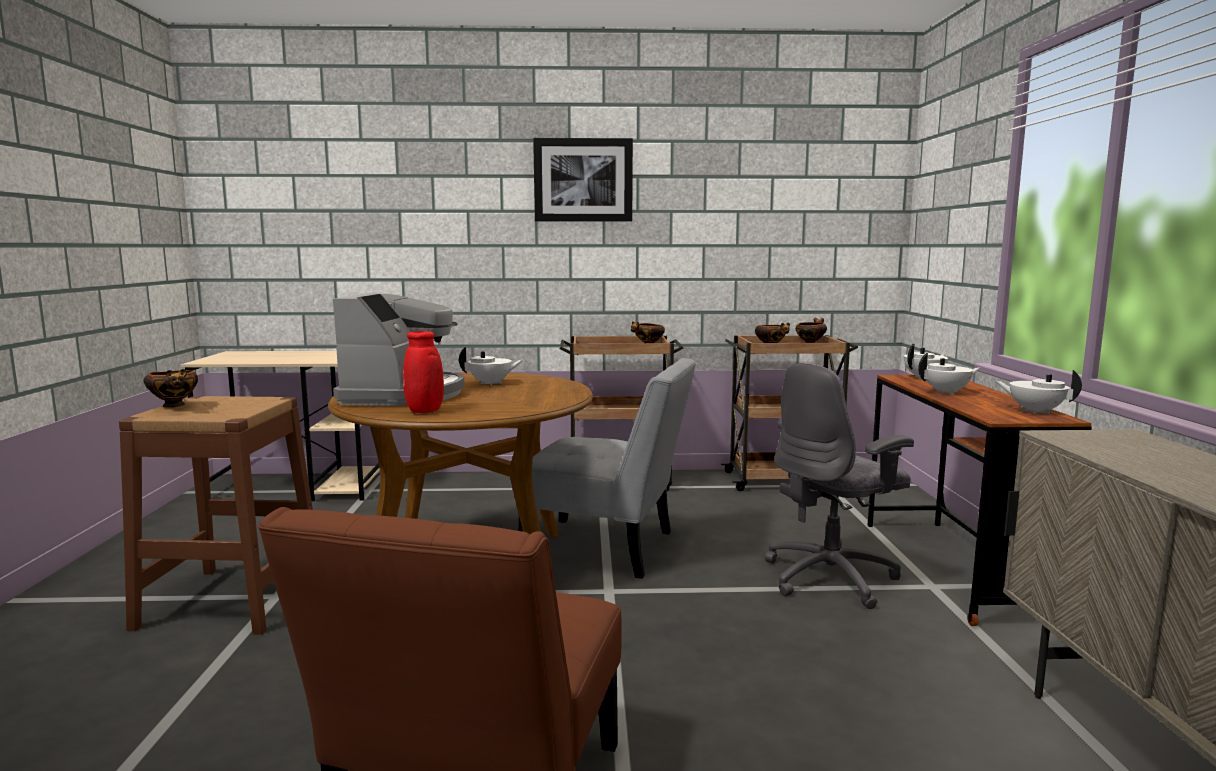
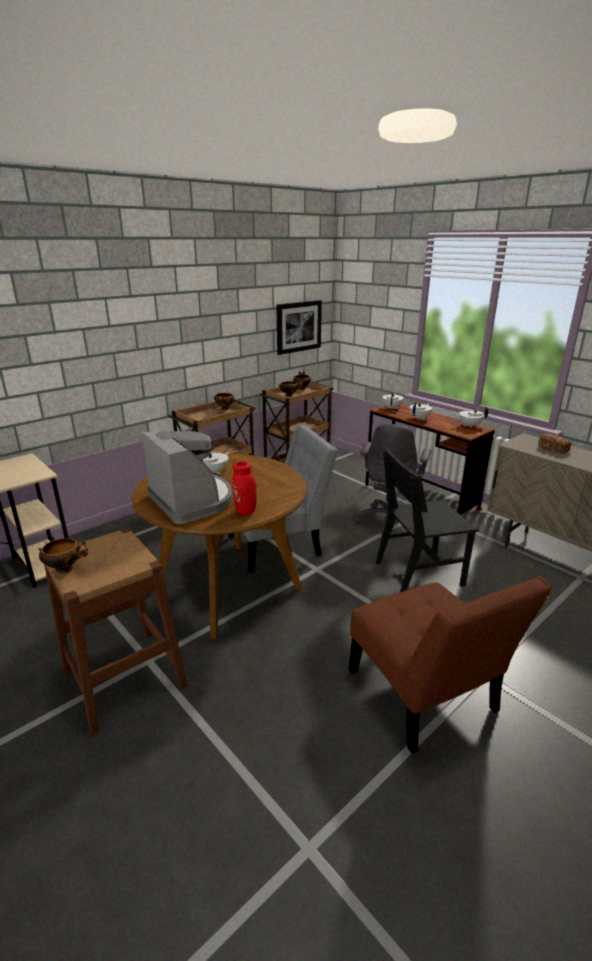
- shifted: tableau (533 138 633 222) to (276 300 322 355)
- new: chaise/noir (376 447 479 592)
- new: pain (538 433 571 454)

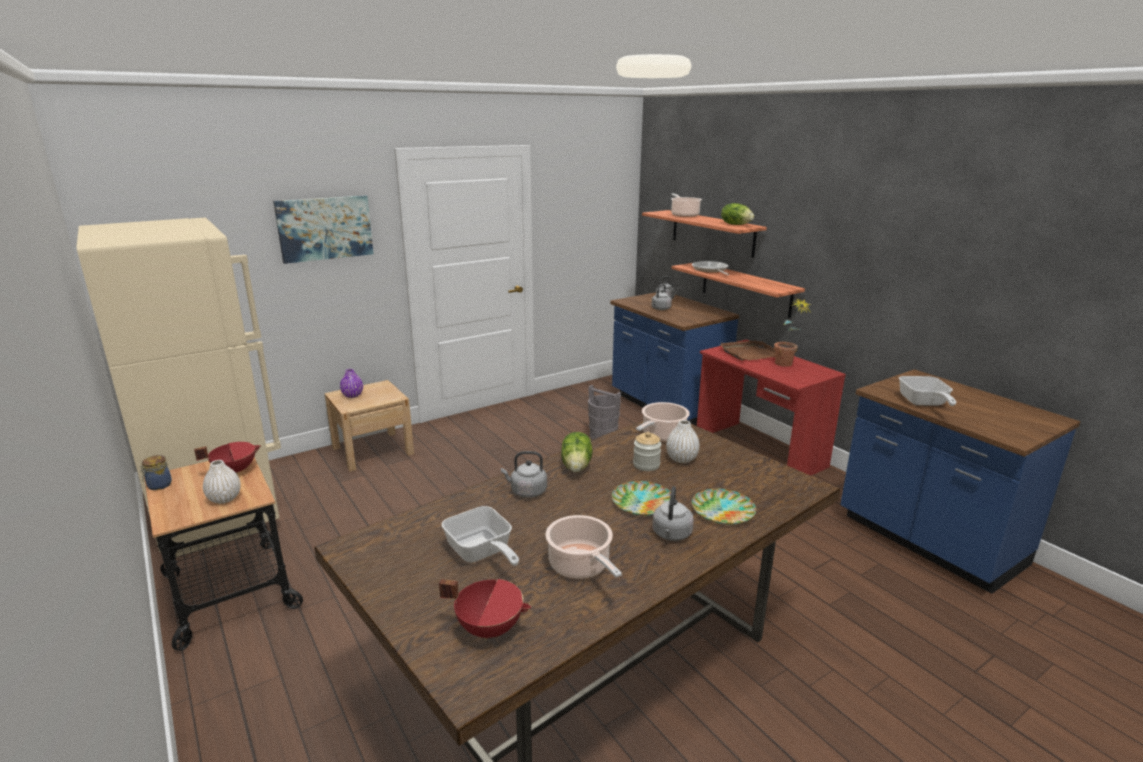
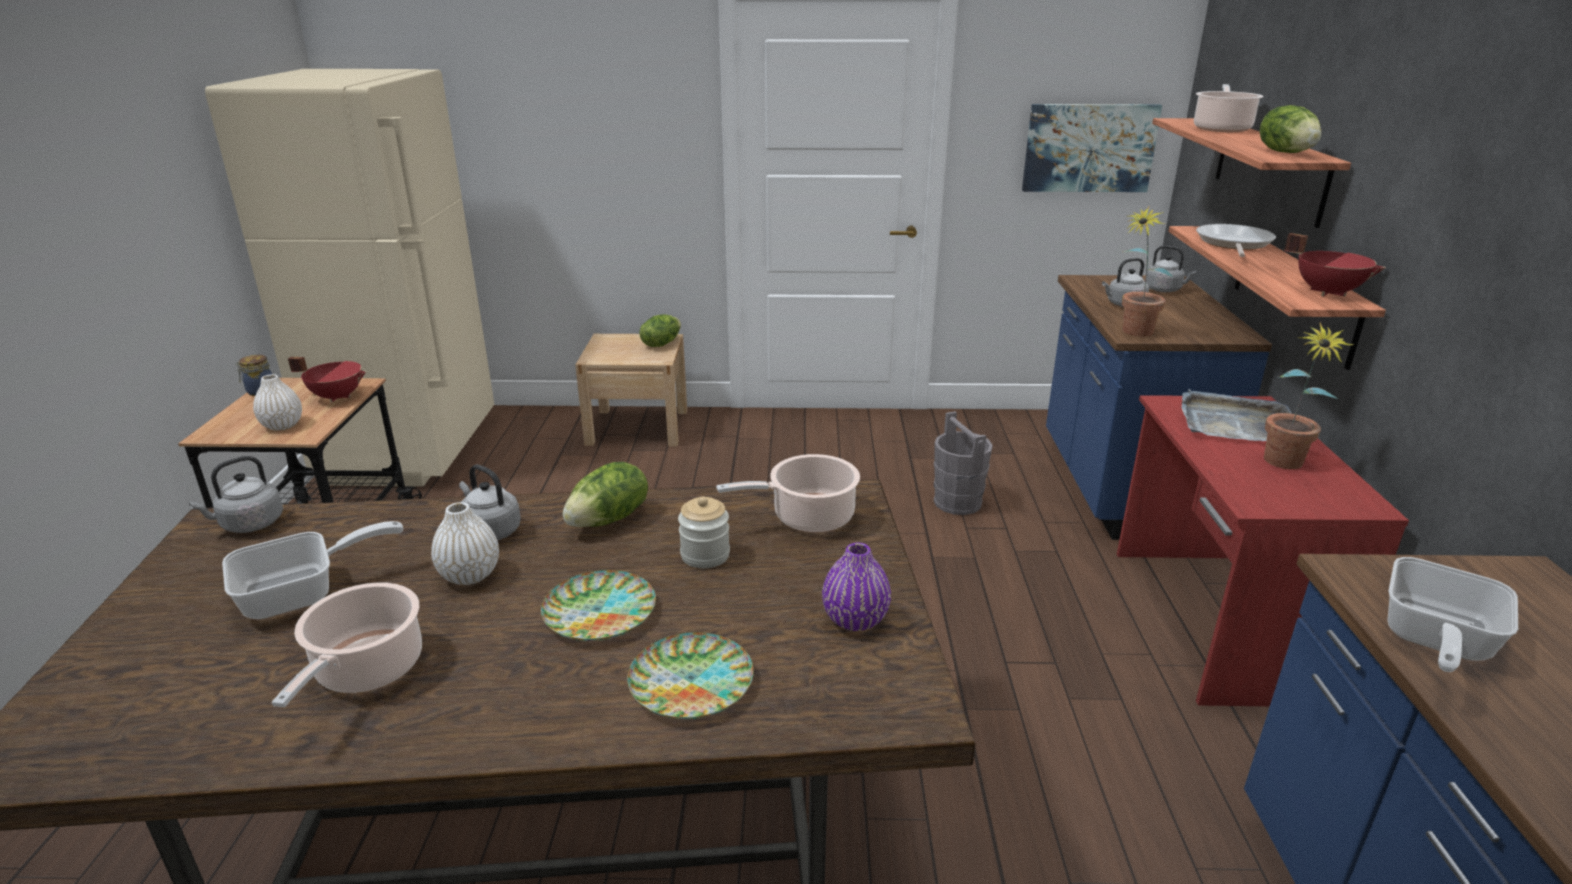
- shifted: tableau (273 195 374 264) to (1022 104 1162 192)
- shifted: vase/violet (340 369 363 398) to (822 543 891 631)
- shifted: marmite/rouge (439 579 532 641) to (1284 233 1386 296)
- rotated: poêle (441 506 519 566) = (222 521 403 619) 120 degrees counterclockwise
- shifted: bouilloire/gris (652 486 694 541) to (189 456 283 533)
- shifted: vase/blanc (666 420 700 463) to (431 502 499 585)
- repainted: plateau/marron (720 340 775 360) to plateau/gris (1182 389 1292 441)
- new: laitue (639 314 681 347)
- new: plante en pot (1122 206 1173 336)

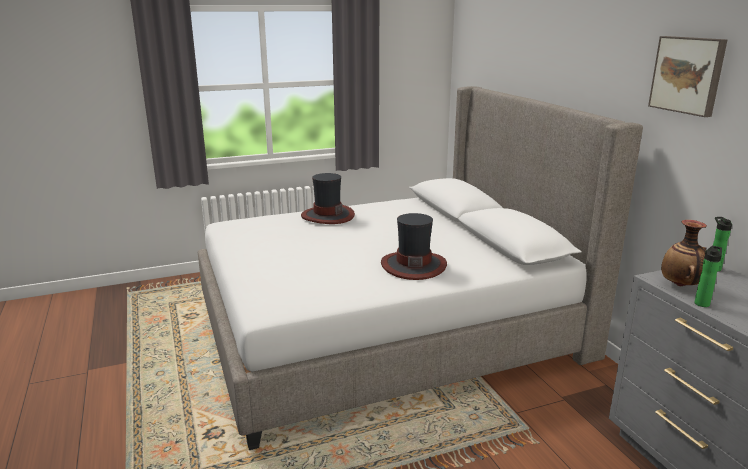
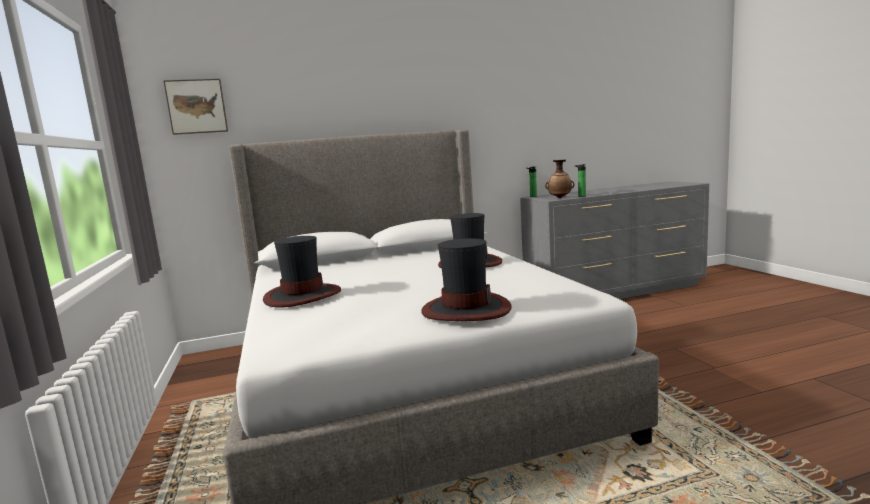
- shifted: tableau (648 36 728 117) to (163 79 228 135)
- new: chapeau (422 238 512 321)

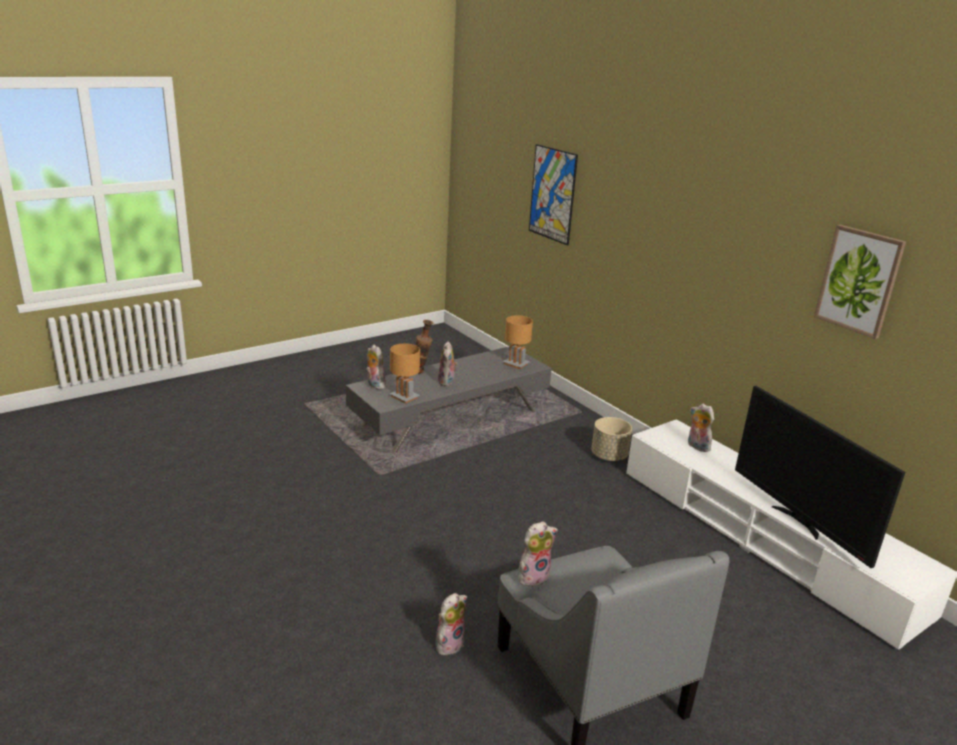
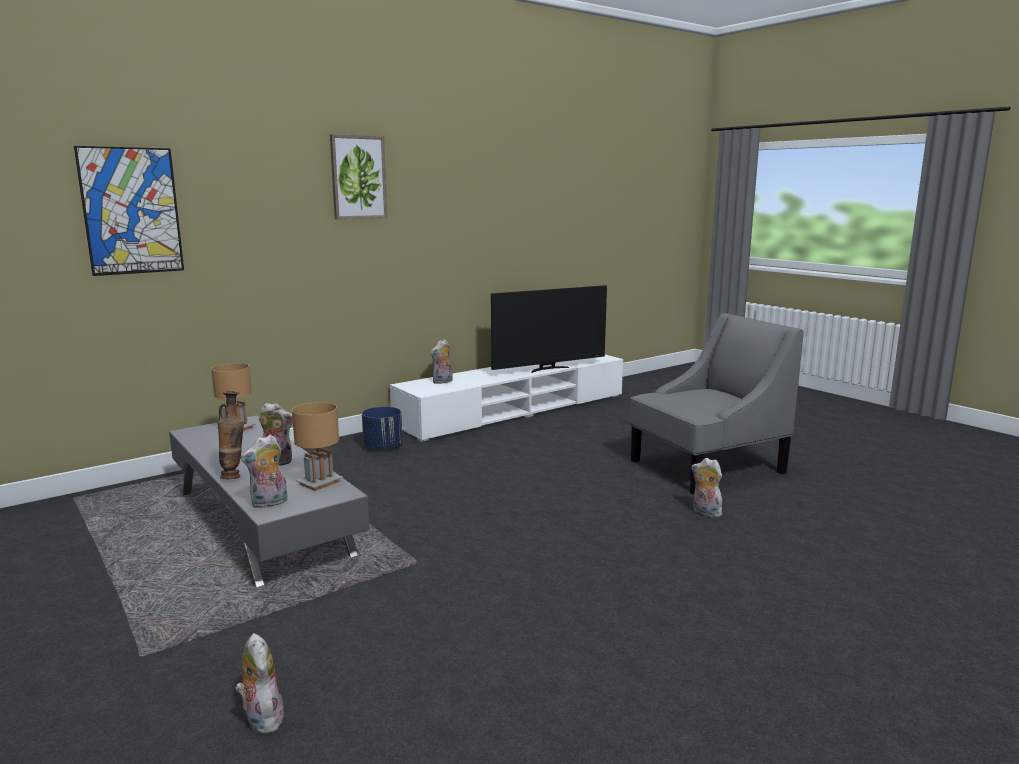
- shifted: peluche (518 521 558 586) to (235 633 286 734)
- repainted: cache-pot/beige (591 417 632 461) to cache-pot/bleu (362 407 403 450)
- shifted: tableau (814 225 906 339) to (330 134 388 220)

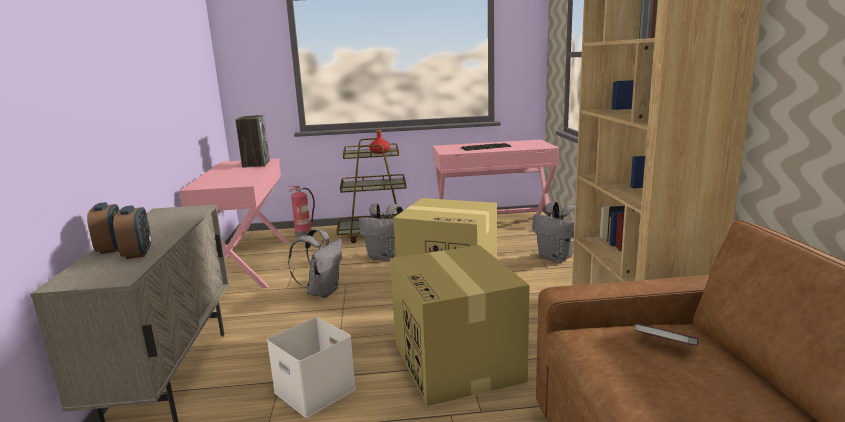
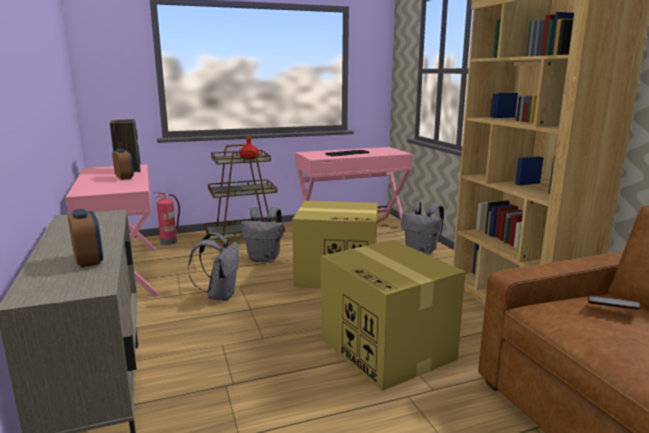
- shifted: réveil (87 202 119 254) to (112 149 134 180)
- gone: boîte de rangement/blanc (267 317 356 418)

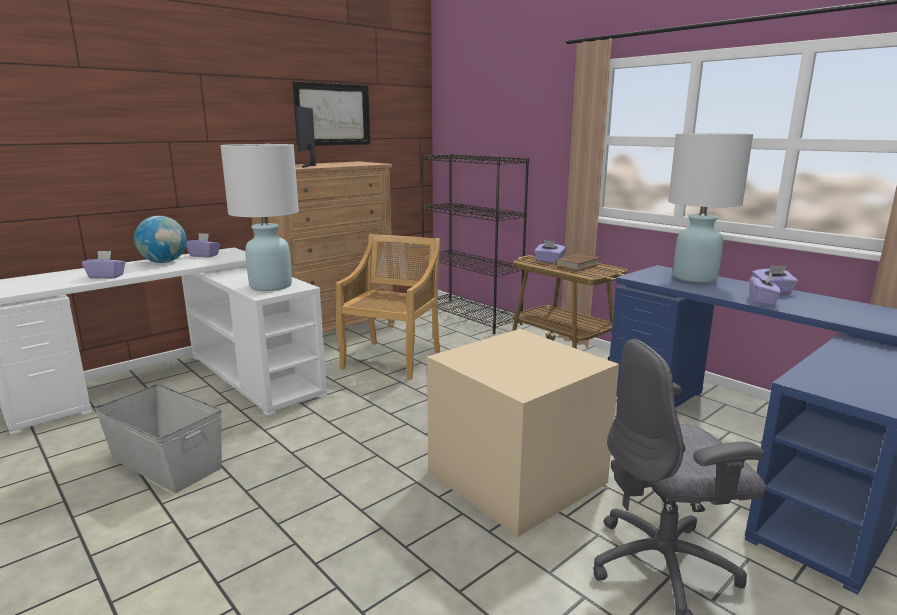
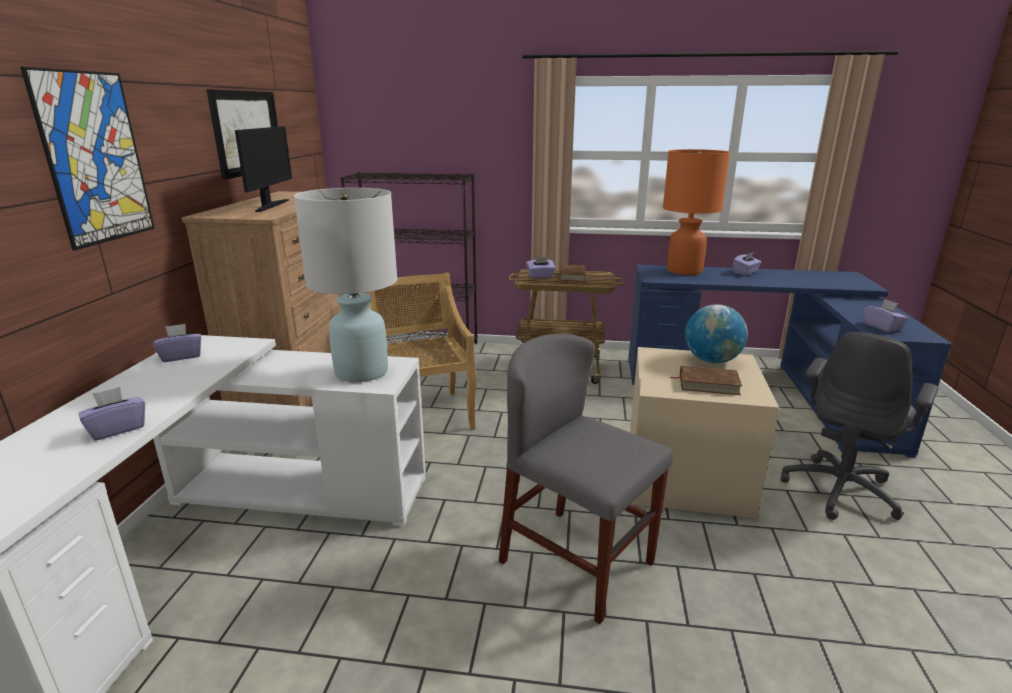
- gone: boîte de rangement/gris (94 384 222 493)
- shifted: globe (134 216 187 263) to (685 304 748 363)
- rotated: écran d'ordinateur (295 106 316 168) = (235 126 292 212) 135 degrees counterclockwise
- repainted: lampe de table/blanc (668 133 753 283) to lampe de table/orange (663 149 730 275)
- shifted: boîte à mouchoirs/violet (749 272 781 306) to (863 299 908 332)
- new: tableau (20 67 155 251)
- new: chaise/gris (499 334 673 624)
- new: livre/marron (671 366 742 395)

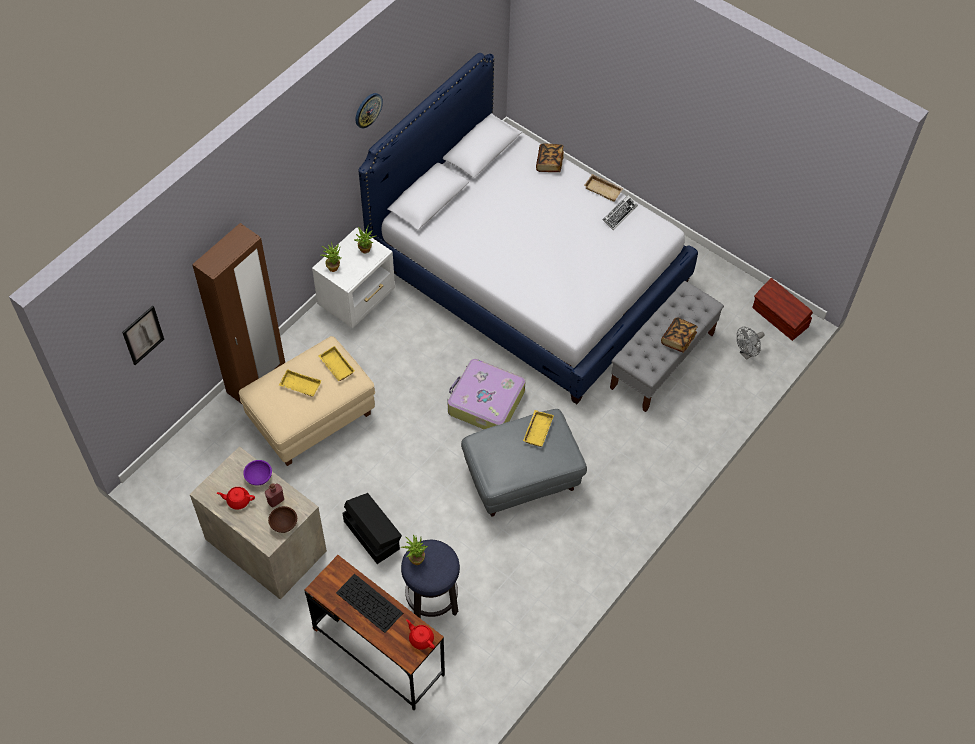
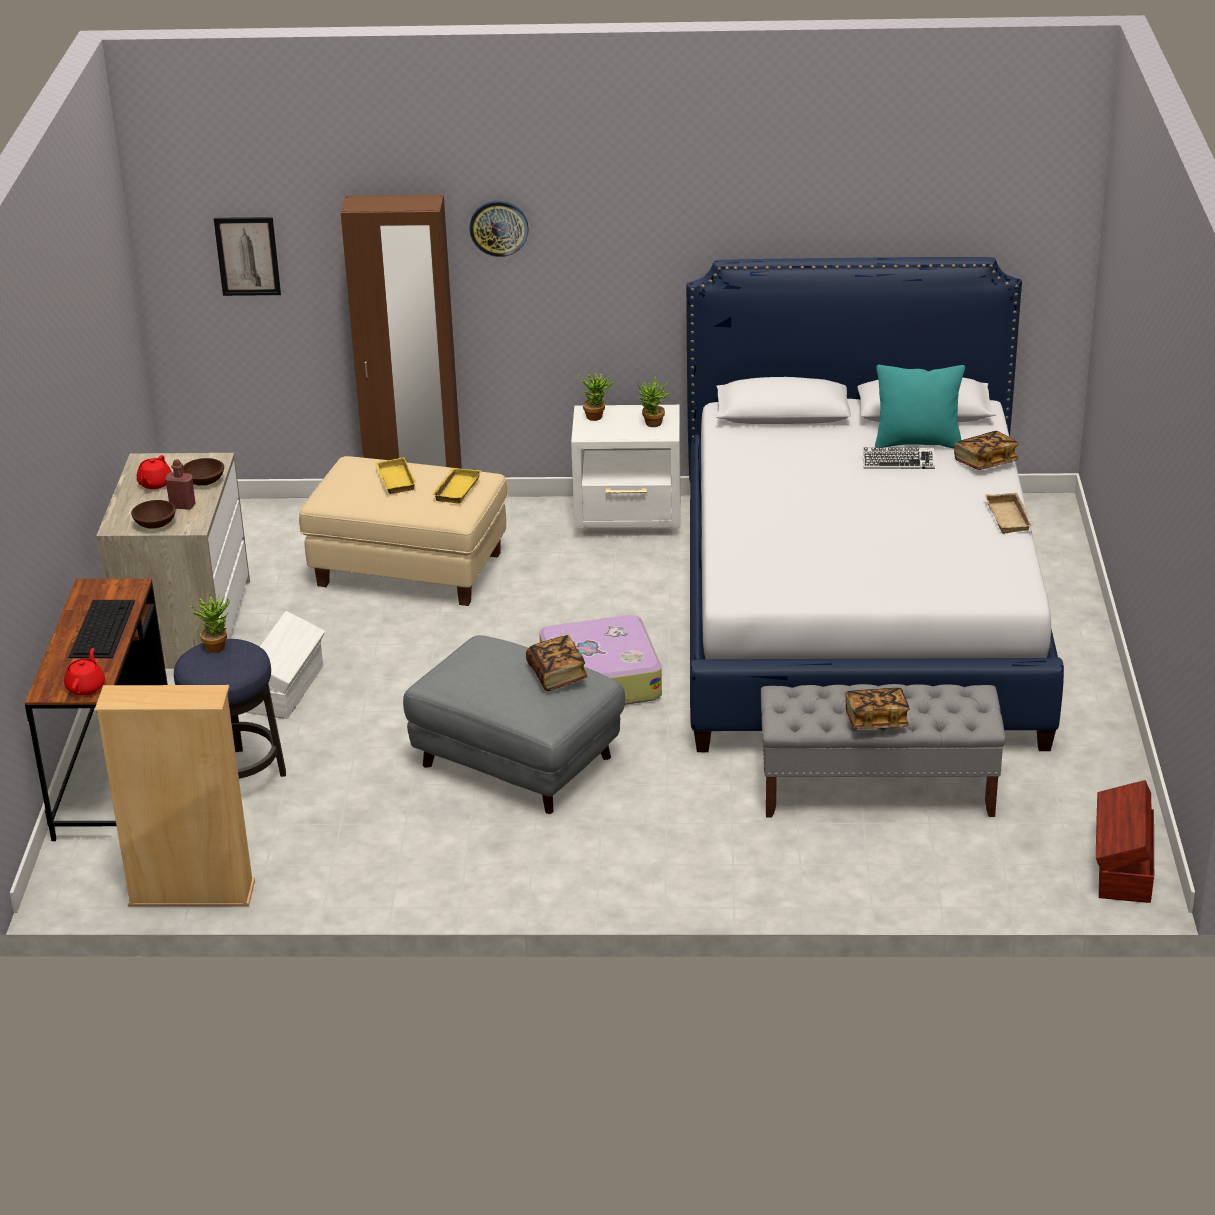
- rotated: théière/rouge (217 487 255 510) = (137 455 172 489) 135 degrees counterclockwise
- repainted: bol/violet (243 460 272 486) to bol/marron (182 458 224 486)
- repainted: boîte de rangement/noir (343 493 402 564) to boîte de rangement/blanc (246 611 325 719)
- shifted: horloge murale (355 93 383 128) to (469 201 529 257)
- swapped: plateau/jaune (523 410 554 447) to livre (526 635 588 691)
- shifted: clavier (603 195 638 230) to (863 447 935 469)
- gone: ventilateur/gris (737 327 765 360)
- new: bibliothèque/beige (94 685 255 906)
- new: coussin/turquoise (875 365 965 448)

